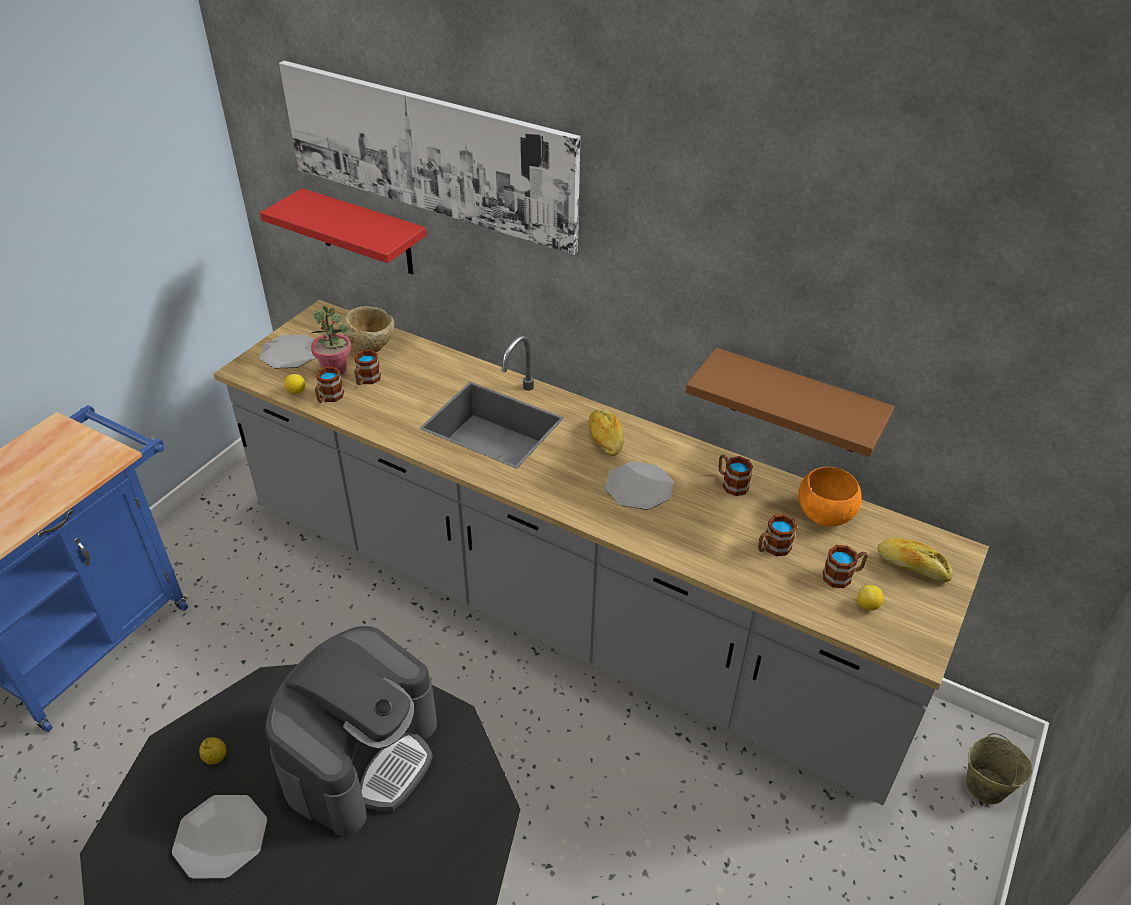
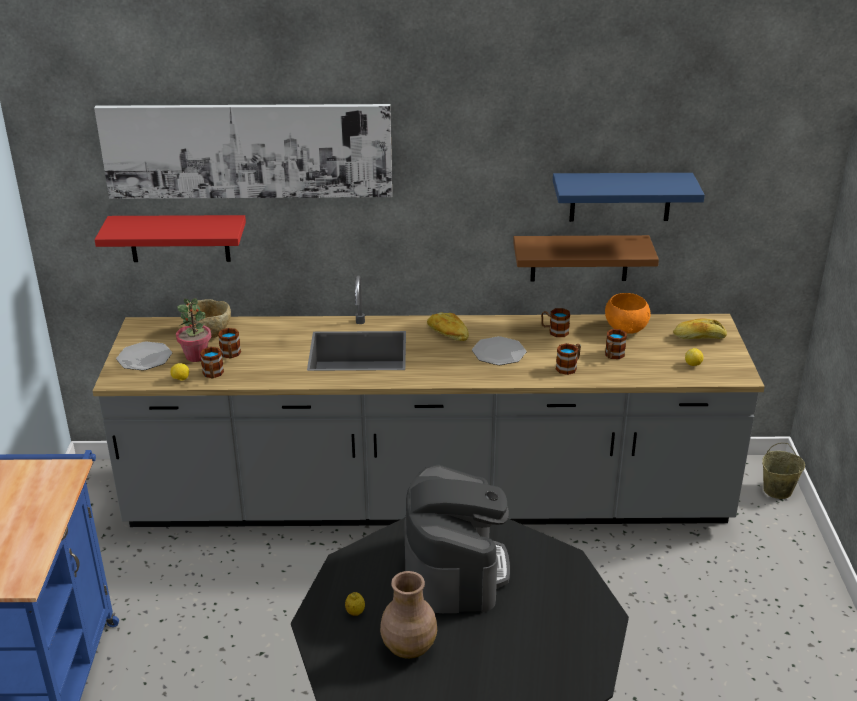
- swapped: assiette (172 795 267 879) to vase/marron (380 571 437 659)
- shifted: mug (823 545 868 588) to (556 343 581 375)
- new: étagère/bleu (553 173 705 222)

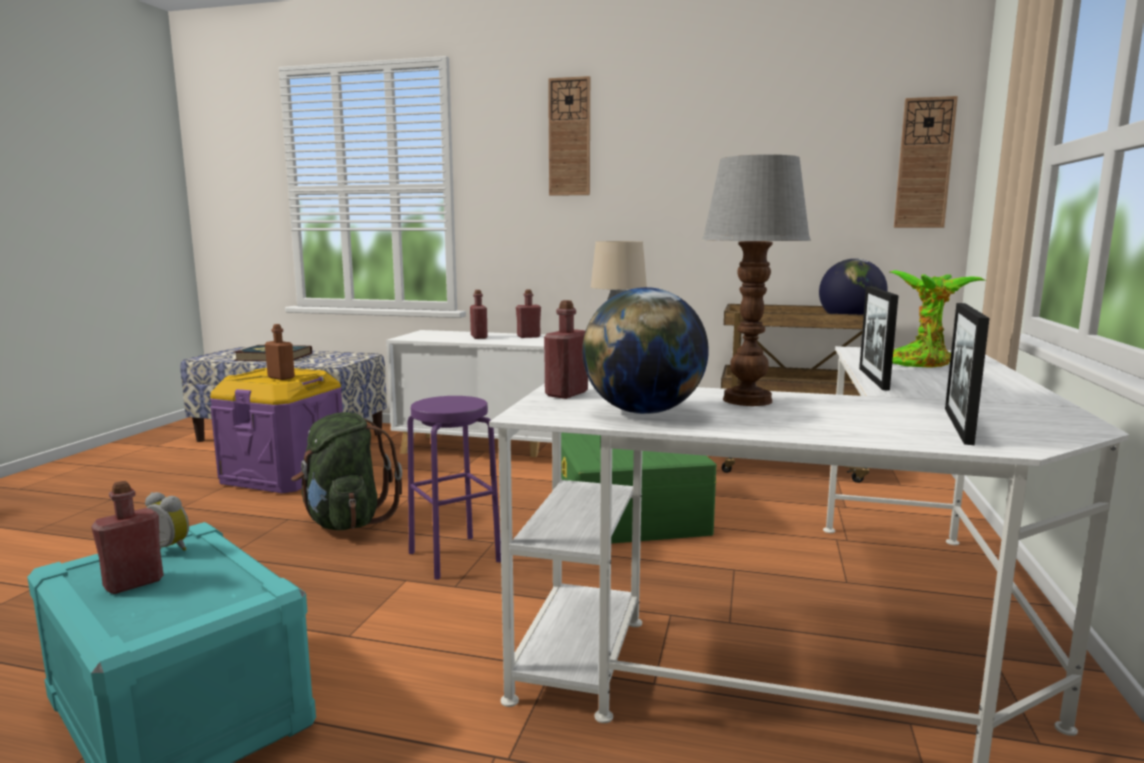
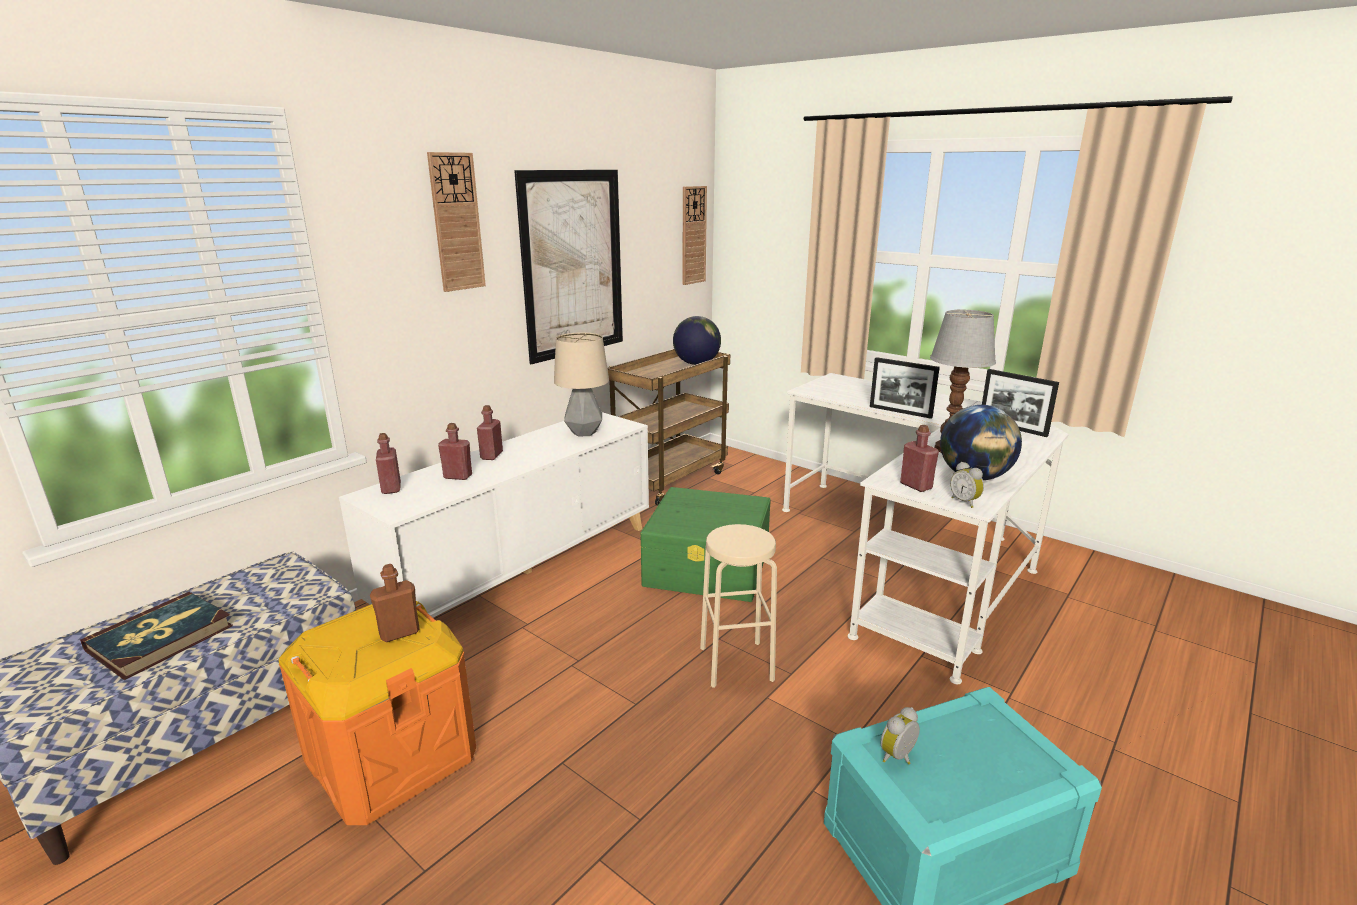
- shifted: bouteille/rouge (91 481 164 594) to (376 433 401 494)
- repainted: boîte de rangement/violet (210 368 343 493) to boîte de rangement/orange (279 601 476 825)
- gone: sac à dos/vert (291 412 402 530)
- repainted: tabouret/violet (408 396 501 580) to tabouret/beige (700 524 777 688)
- gone: plante en pot (890 270 986 367)
- new: tableau (514 170 623 364)
- new: réveil (950 462 984 508)

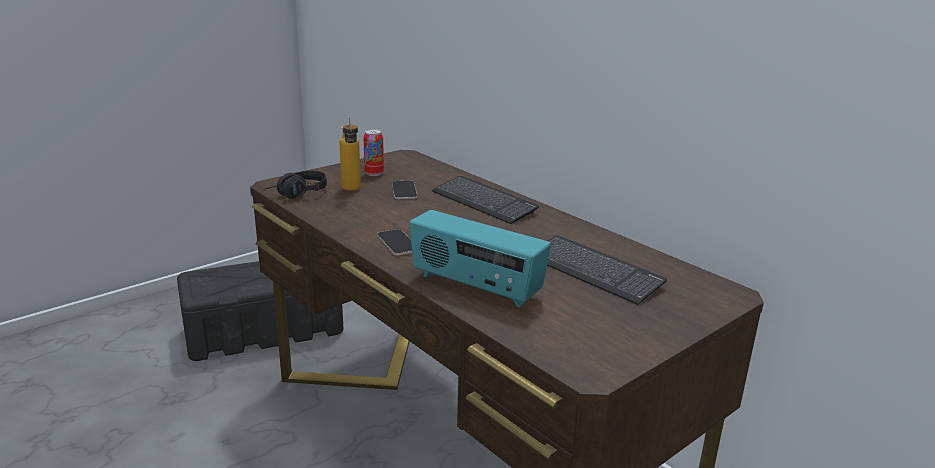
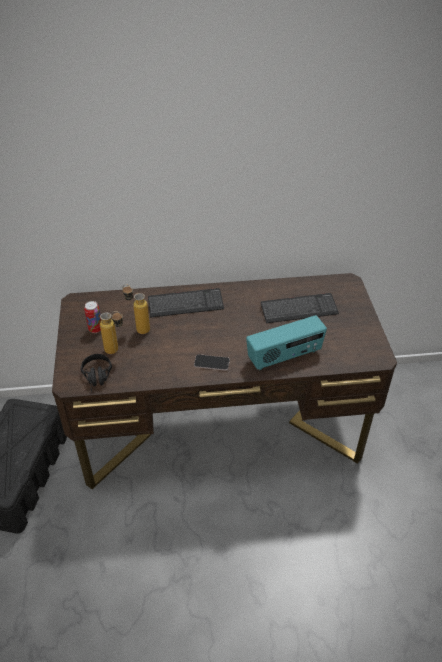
- swapped: téléphone (392 181 417 199) to bouteille (123 284 150 334)

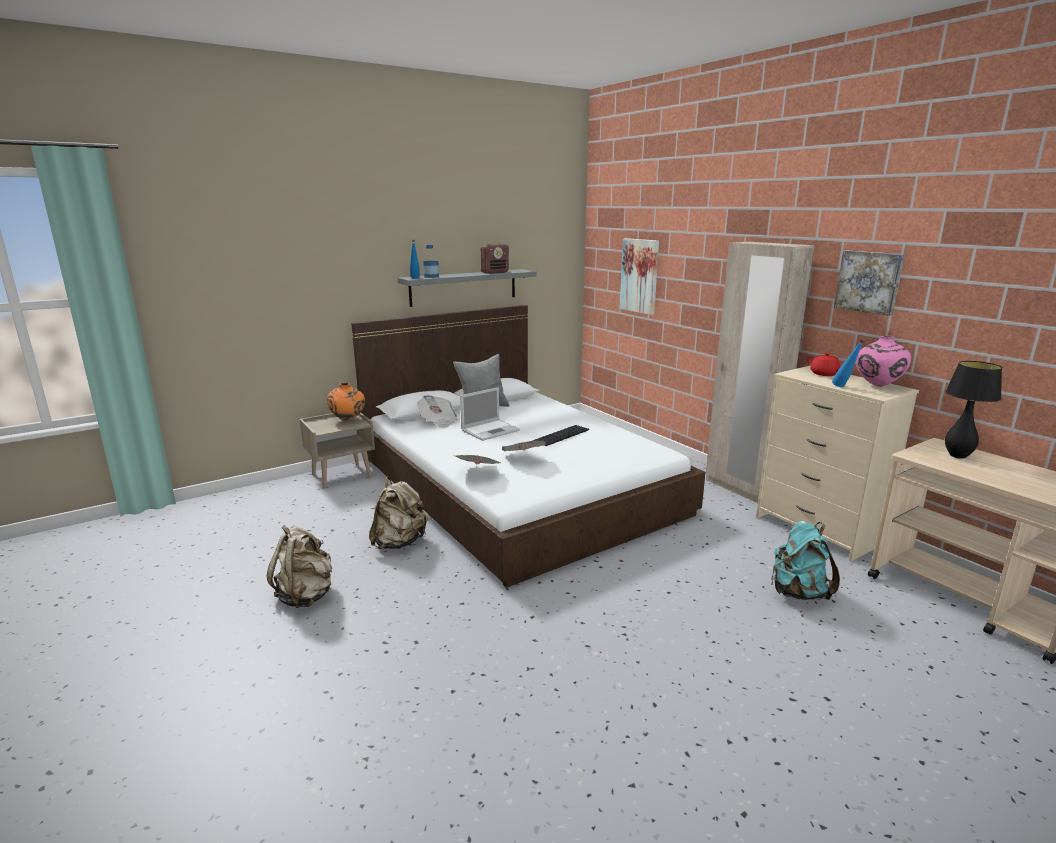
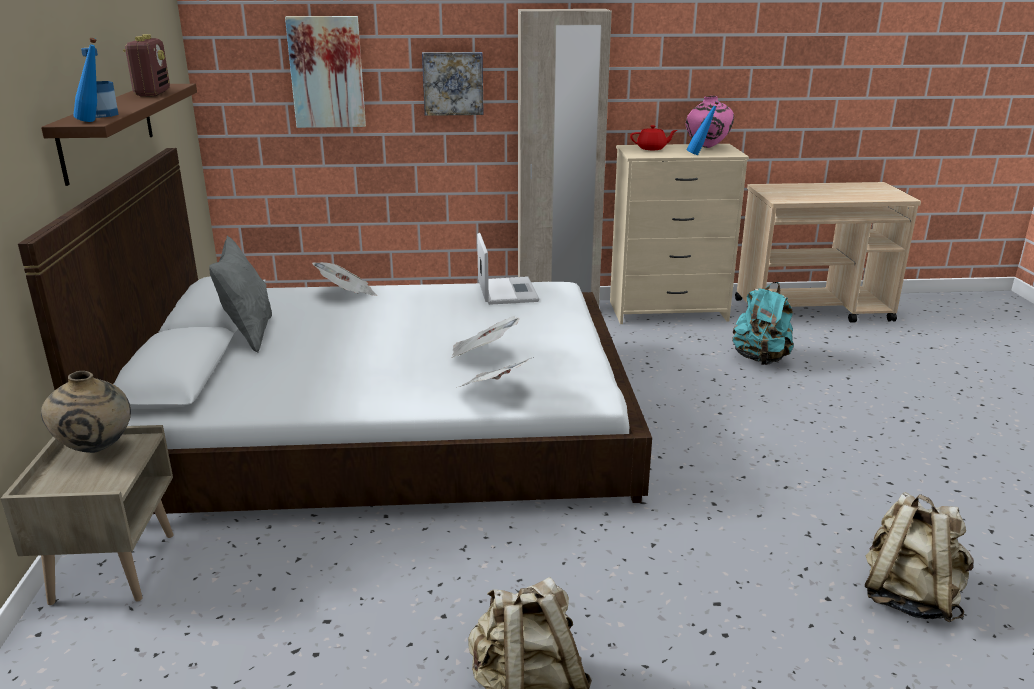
- repainted: vase/orange (327 382 365 421) to vase/beige (41 371 131 453)
- shifted: sac à dos/beige (369 477 428 549) to (865 492 973 623)
- repainted: étagère/gris (398 269 537 307) to étagère/marron (41 84 197 186)
- shifted: journal (417 395 458 428) to (312 262 378 296)
- shifted: ordinateur portable (460 387 520 441) to (477 233 539 305)
- gone: clavier (533 425 589 446)
- shifted: tableau (834 250 905 316) to (422 52 484 116)
- gone: lampe de table/noir (945 361 1002 459)

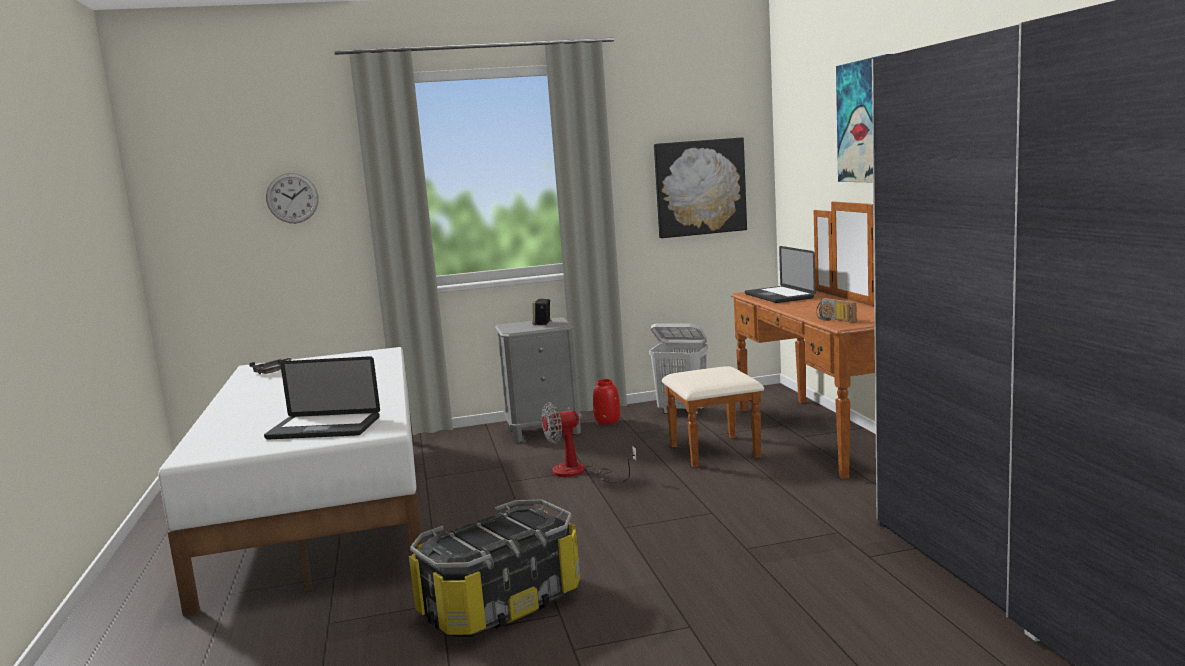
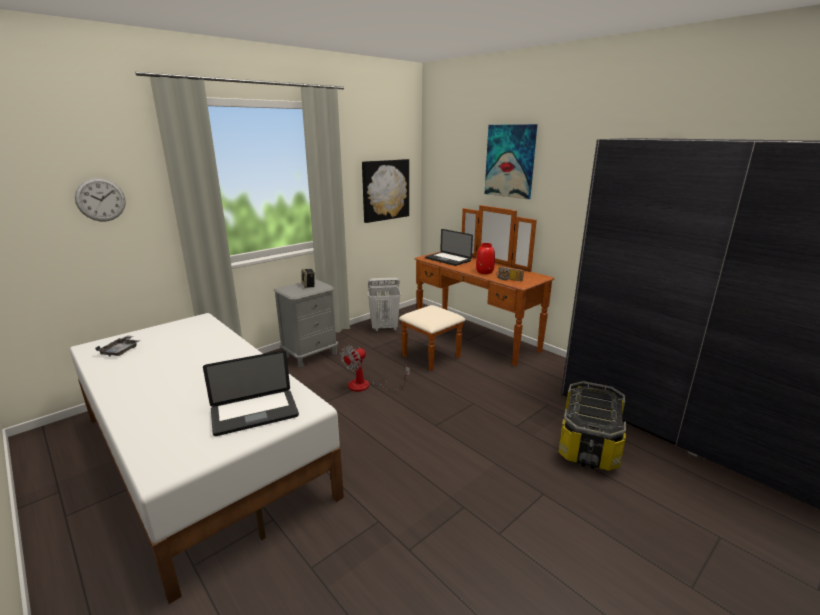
- shifted: boîte de rangement (409 500 580 637) to (558 381 626 471)
- shifted: vase/rouge (593 379 620 425) to (476 243 495 274)

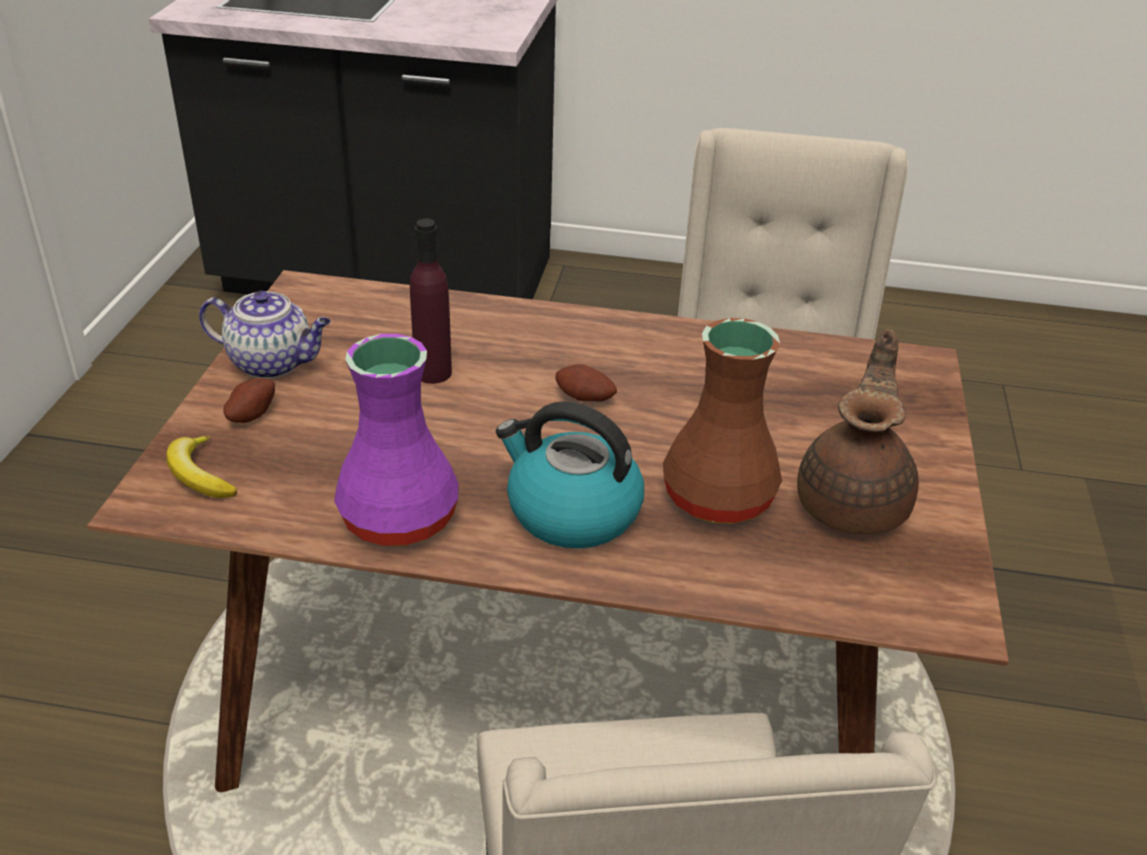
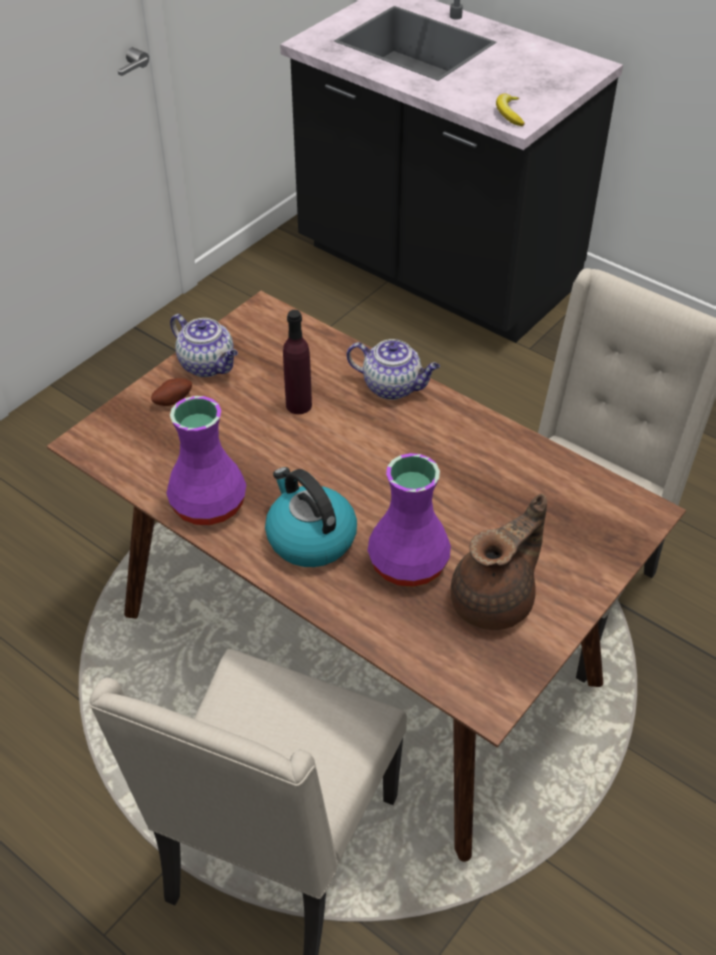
- shifted: banane (166 435 237 498) to (496 94 525 126)
- gone: pomme de terre (555 364 617 402)
- repainted: vase/marron (663 318 782 524) to vase/violet (367 453 451 587)
- new: théière (347 339 440 400)

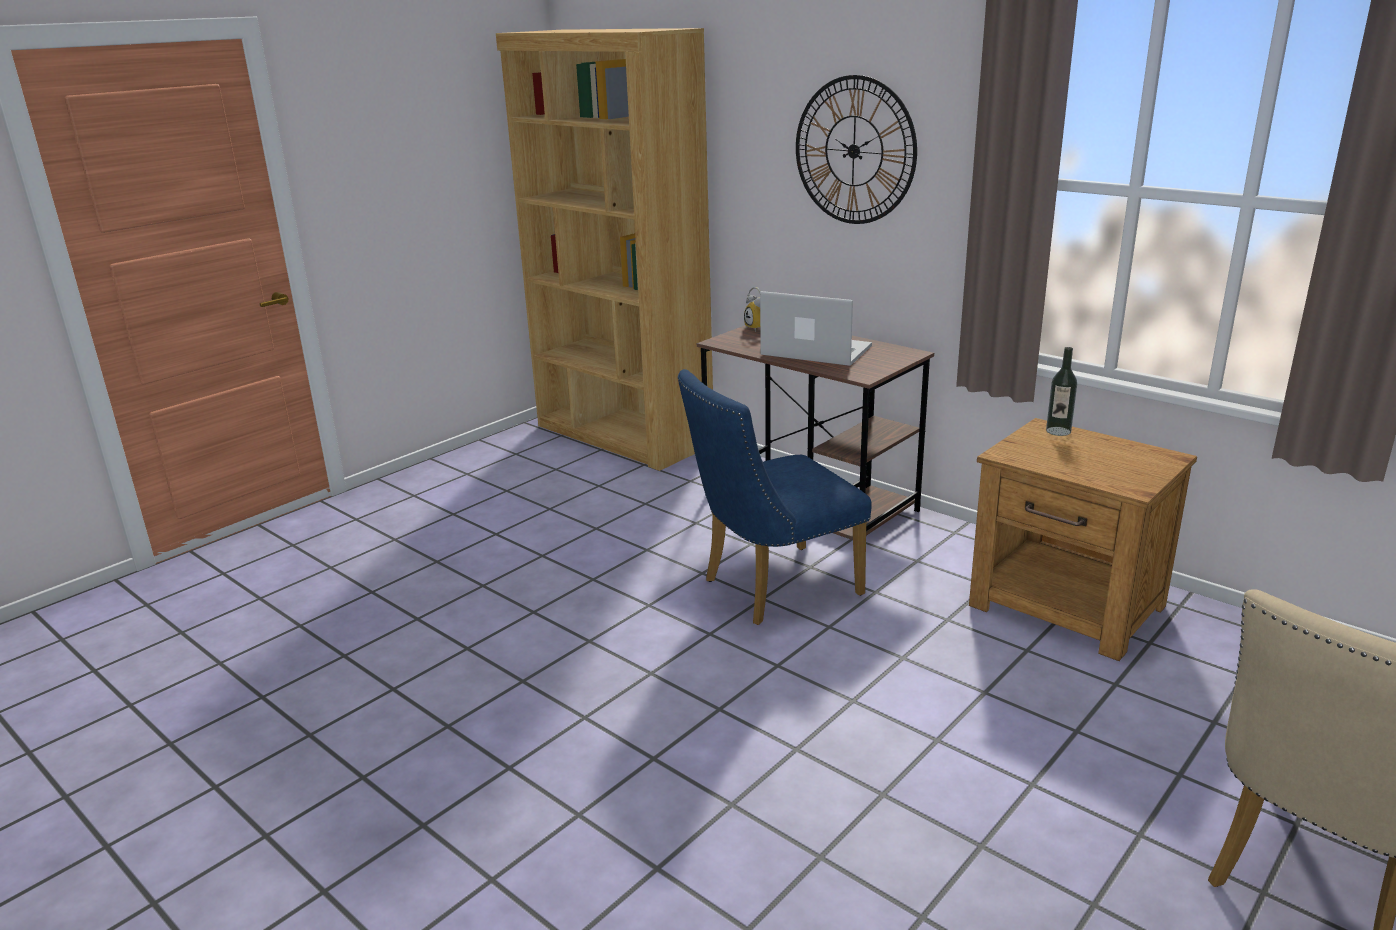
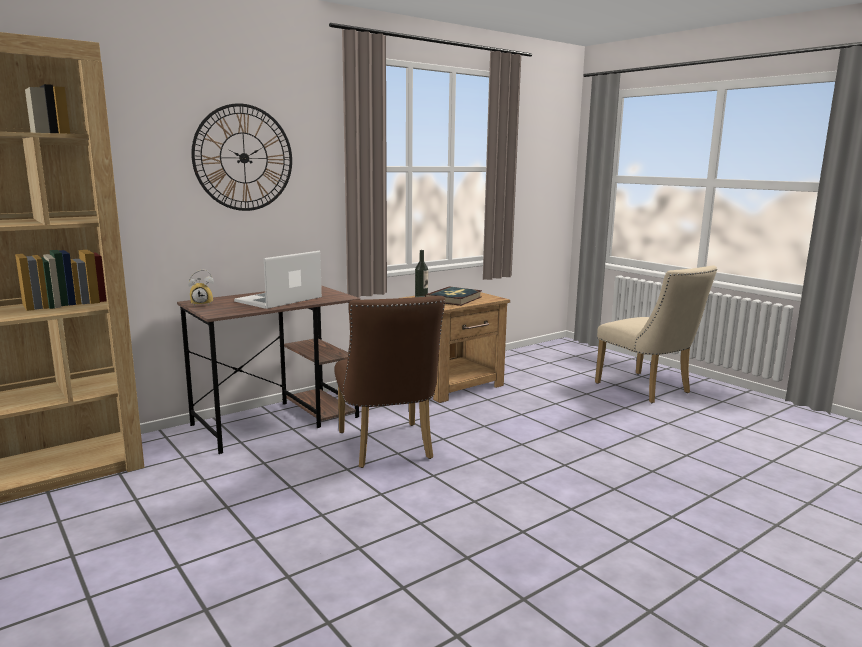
- repainted: chaise/bleu (677 369 872 625) to chaise/marron (334 296 445 468)
- new: livre (425 286 482 306)

